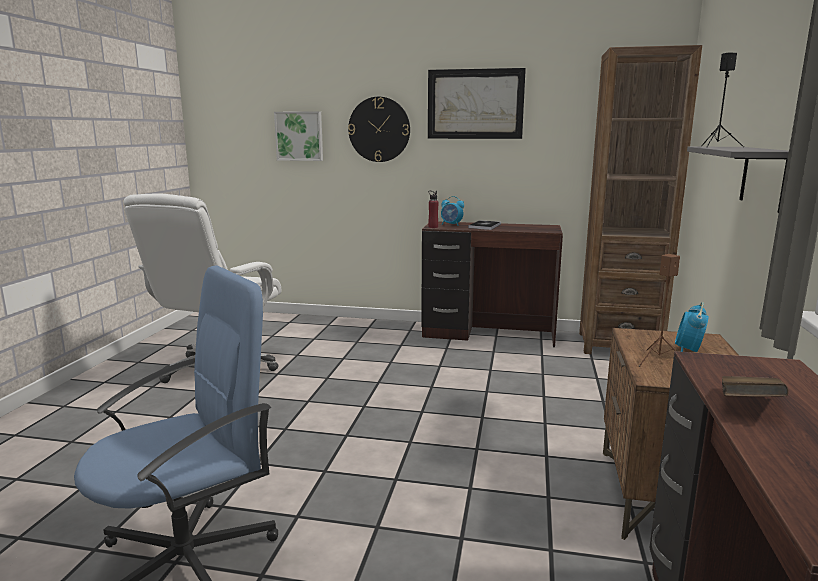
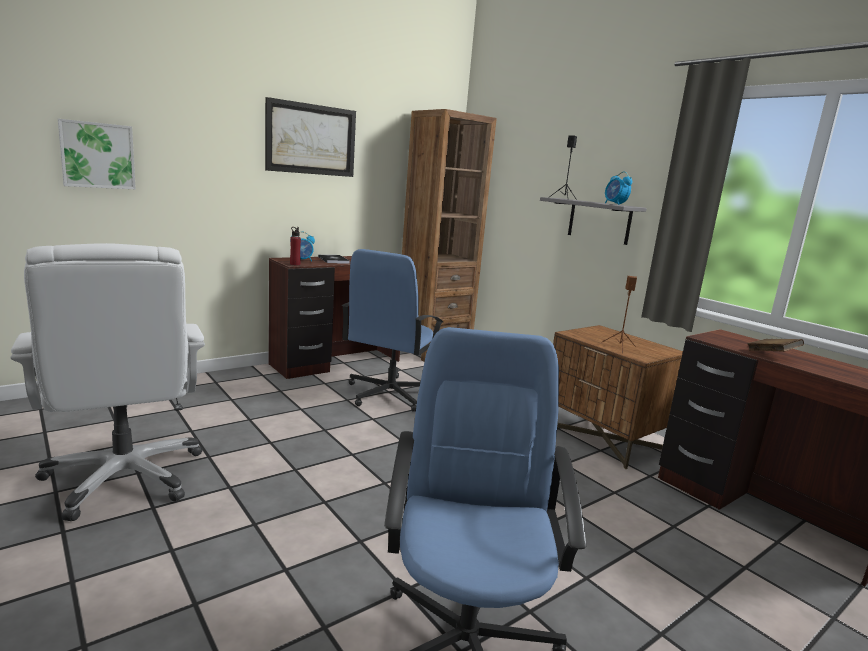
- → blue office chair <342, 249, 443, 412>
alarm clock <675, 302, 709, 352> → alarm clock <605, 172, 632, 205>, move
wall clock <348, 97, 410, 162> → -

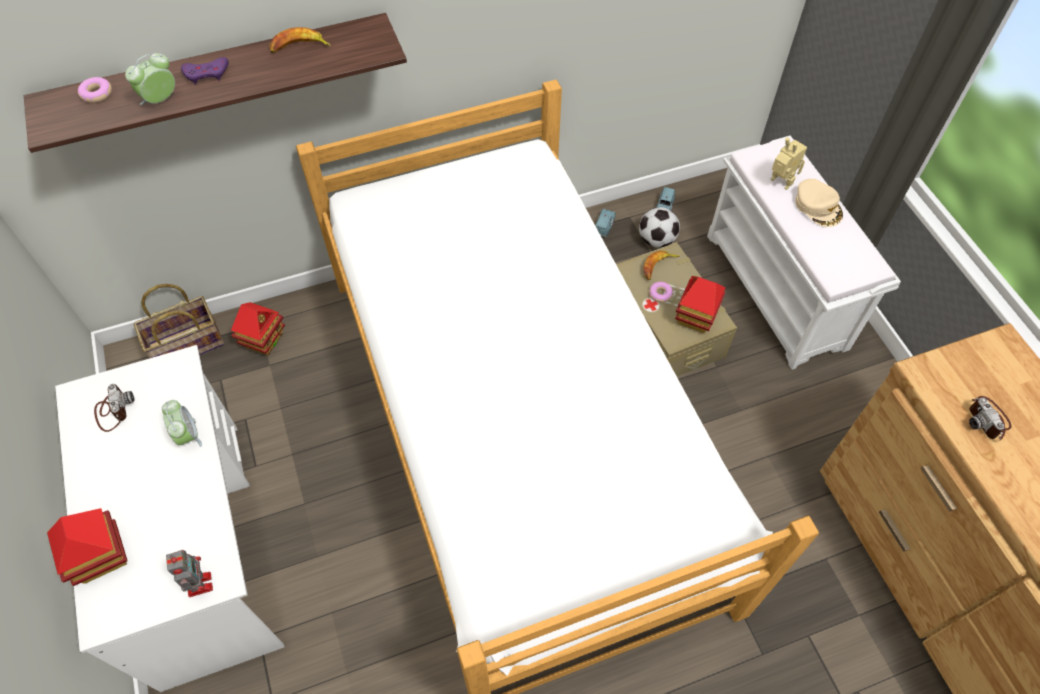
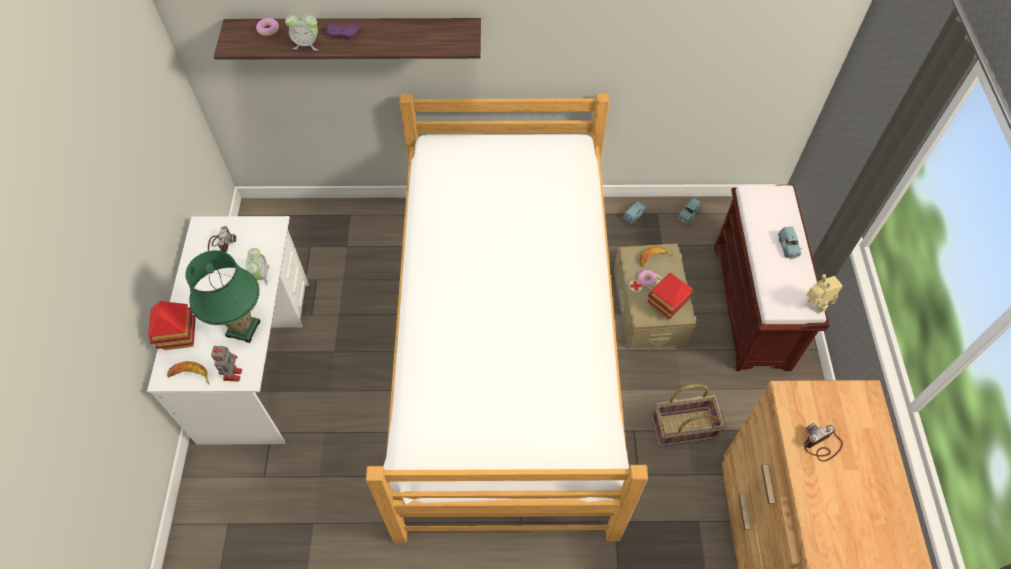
banana <270, 27, 331, 53> → banana <167, 361, 209, 385>, move
- → green table lamp <185, 250, 261, 343>
alarm clock <125, 53, 175, 105> → alarm clock <285, 11, 318, 51>, 150 degrees counterclockwise
basket <134, 284, 224, 358> → basket <652, 384, 725, 447>, move
white bench <707, 135, 901, 370> → brown bench <714, 185, 830, 371>
beige cap <795, 179, 843, 227> → blue toy car <778, 227, 802, 259>
photo camera <969, 396, 1011, 440> → photo camera <804, 423, 843, 462>, 60 degrees clockwise
toy robot <770, 137, 807, 190> → toy robot <807, 274, 843, 314>, move
toy house <231, 302, 285, 355> → -
football <639, 207, 680, 248> → -

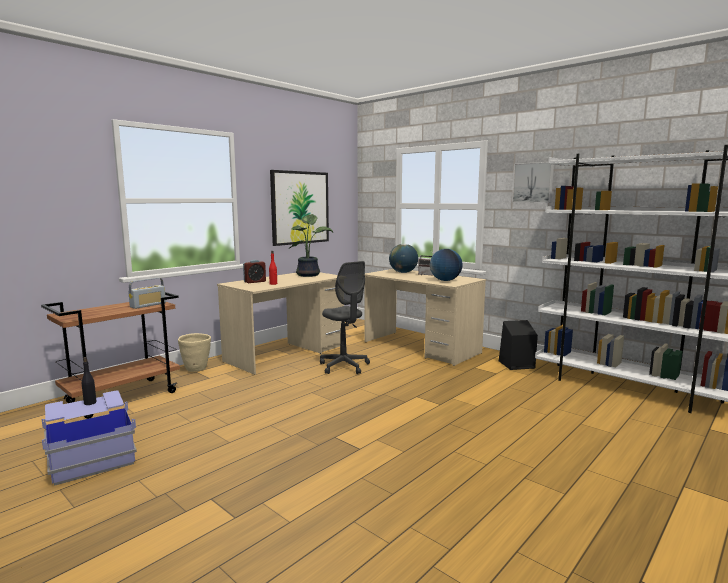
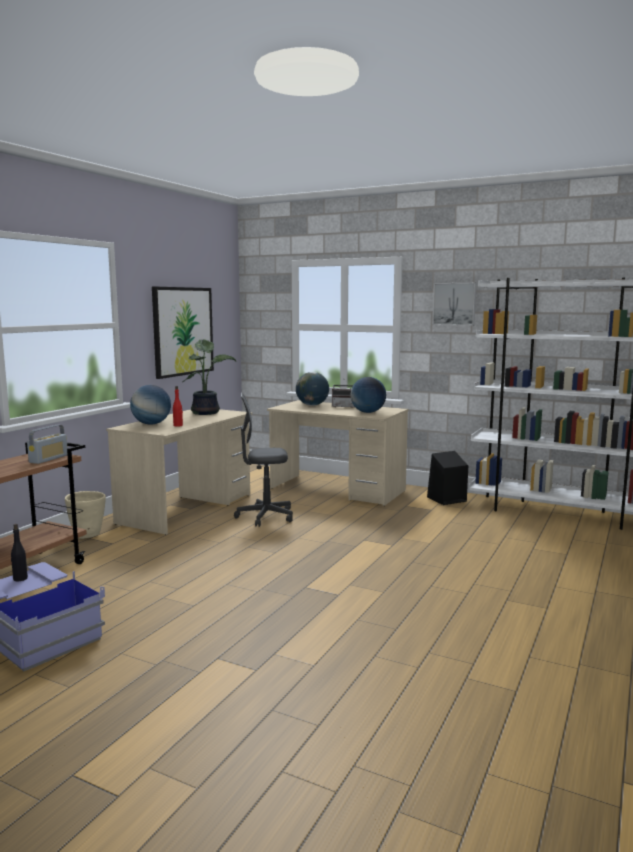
alarm clock <243, 260, 266, 283> → globe <130, 385, 171, 425>
grey office chair <320, 261, 370, 374> → grey office chair <234, 393, 293, 527>, 135 degrees clockwise

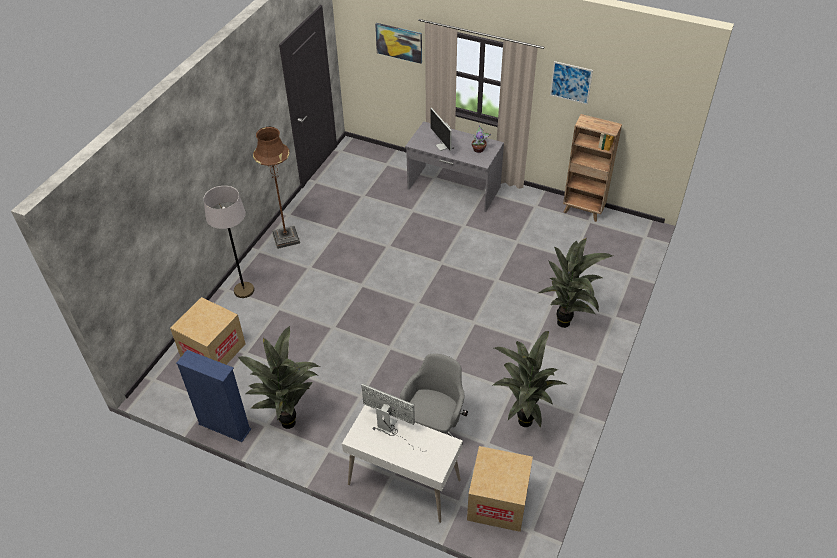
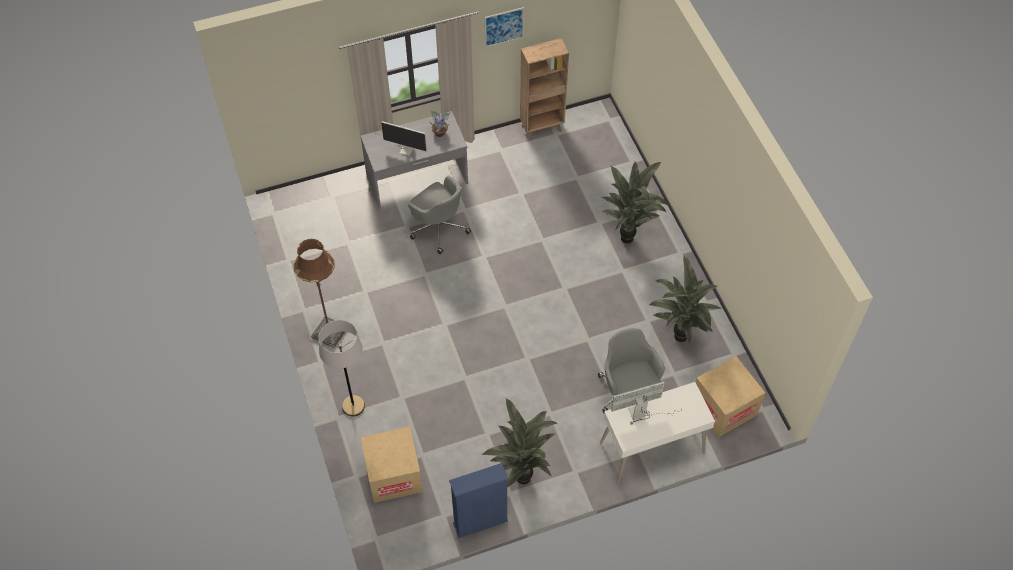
- → grey office chair <408, 175, 471, 254>
picture <375, 23, 422, 64> → -

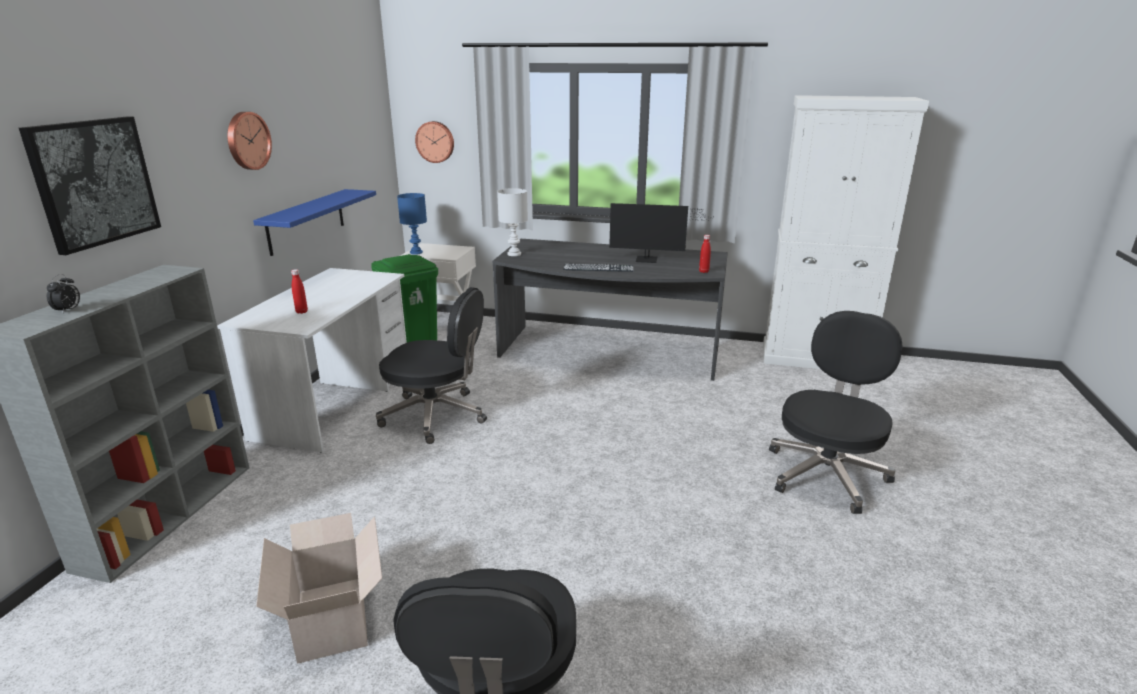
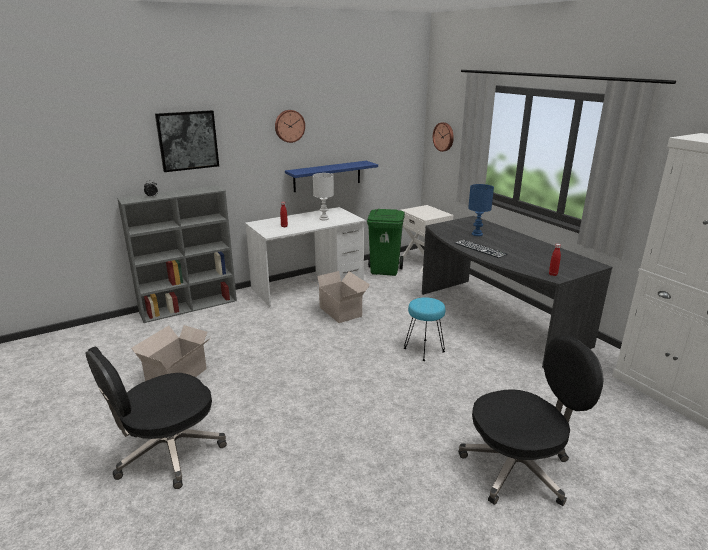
white table lamp <497, 188, 528, 256> → white table lamp <313, 173, 334, 220>, move
black office chair <376, 287, 487, 444> → cardboard box <314, 271, 370, 323>
- → turquoise stool <404, 297, 445, 361>
blue table lamp <397, 193, 427, 255> → blue table lamp <468, 184, 494, 236>, move
monitor <609, 203, 714, 263> → -

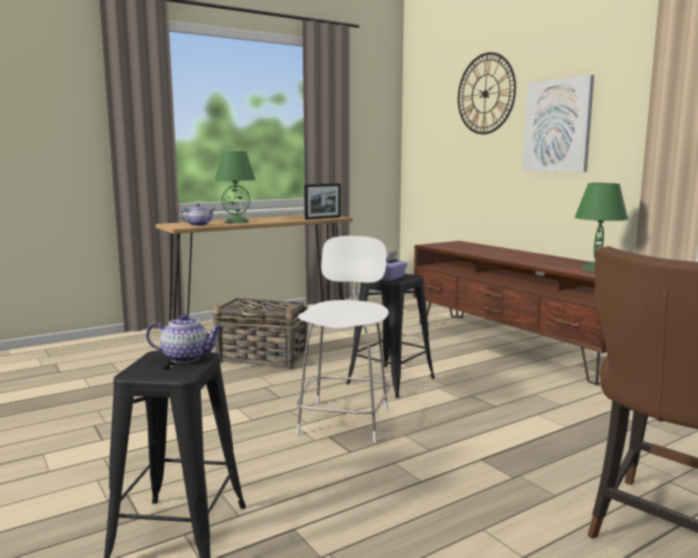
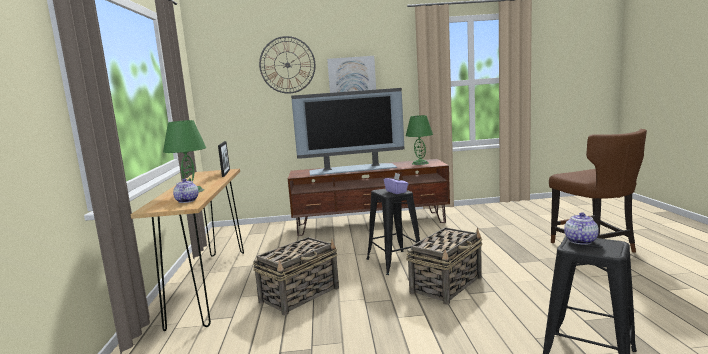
- → television <291, 88, 404, 176>
white chair <296, 236, 390, 442> → basket <406, 227, 482, 305>

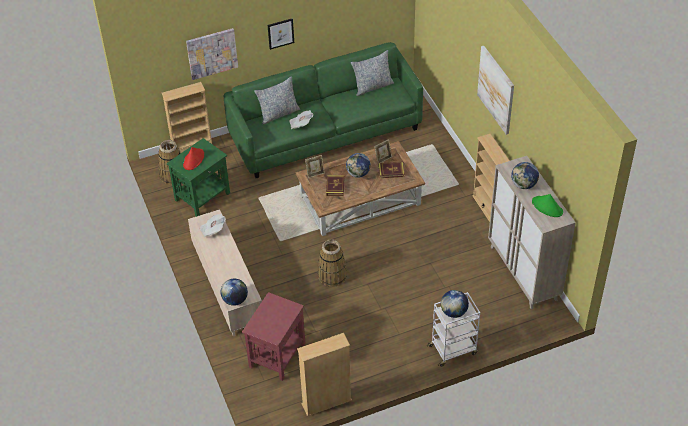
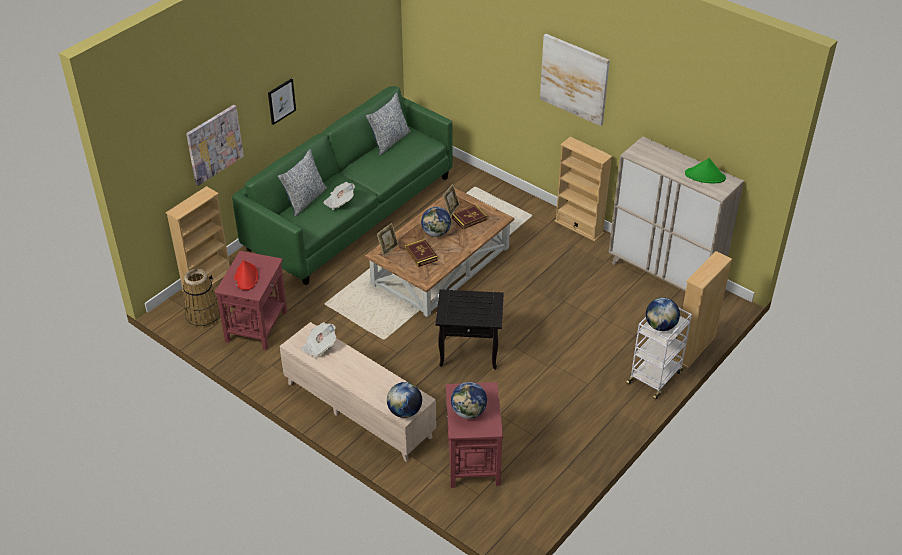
green side table <167, 138, 230, 217> → red side table <215, 251, 287, 350>
basket <318, 239, 347, 287> → black side table <436, 289, 504, 370>
globe <511, 162, 539, 189> → globe <451, 382, 487, 419>, move
beige bookcase <297, 333, 352, 416> → beige bookcase <673, 251, 732, 368>, move

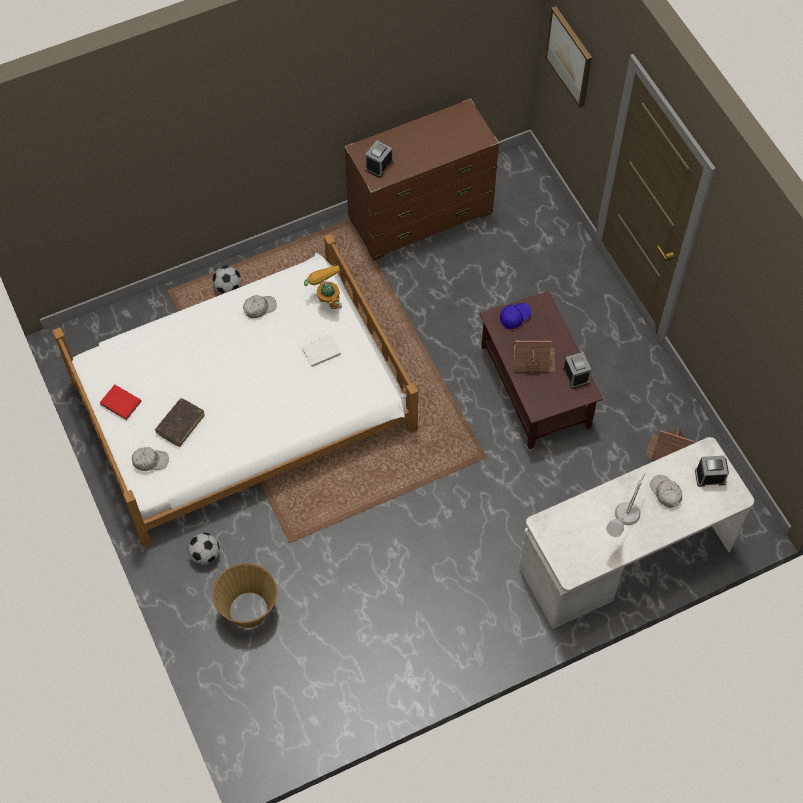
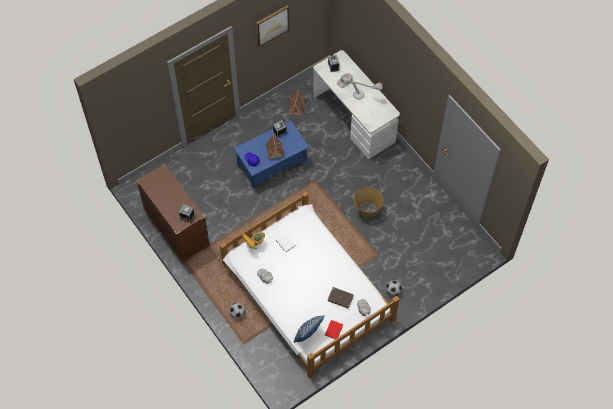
brown coffee table <480, 291, 603, 449> → blue coffee table <234, 120, 309, 190>
picture <545, 6, 592, 108> → picture <256, 6, 289, 47>, move
- → blue pillow <294, 315, 325, 343>
basket <213, 563, 277, 628> → basket <354, 187, 384, 218>, move

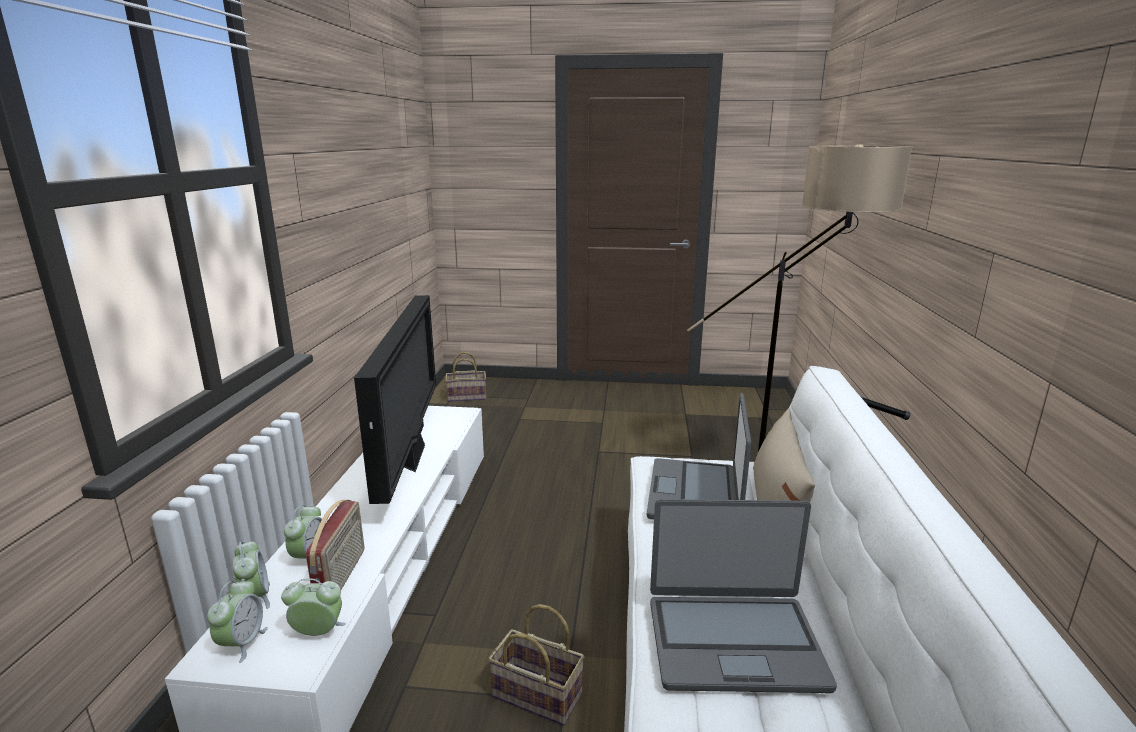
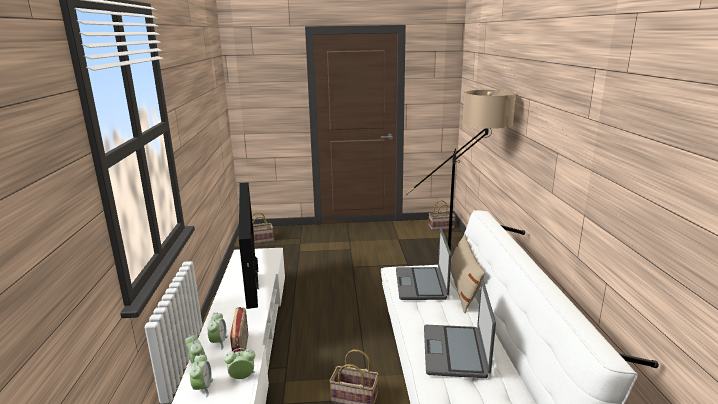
laptop <650, 499, 837, 693> → laptop <424, 280, 496, 378>, 105 degrees clockwise
- → basket <429, 200, 455, 230>

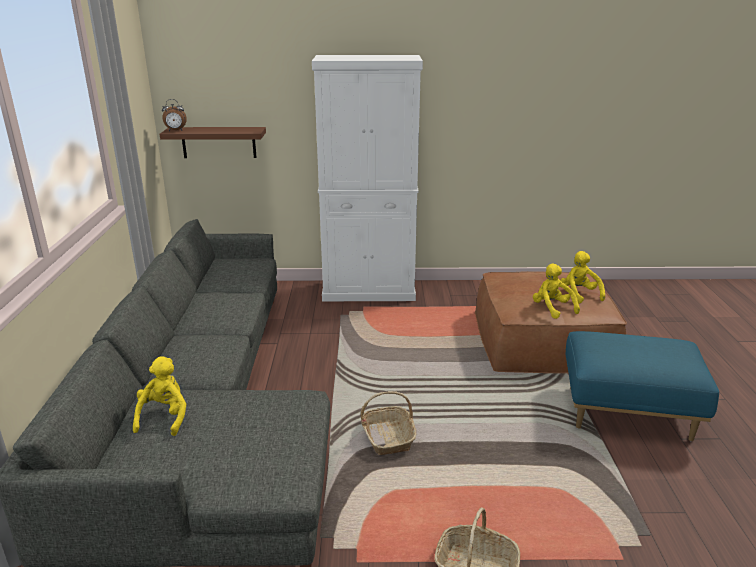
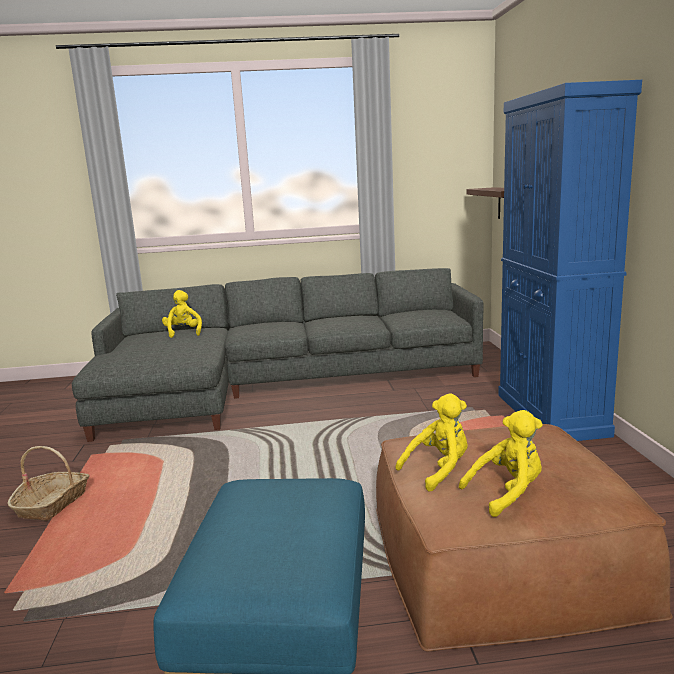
yellow plush toy <133, 356, 186, 436> → yellow plush toy <162, 290, 202, 338>, 105 degrees counterclockwise
white cabinet <312, 55, 423, 301> → blue cabinet <498, 80, 642, 441>
alarm clock <162, 99, 187, 131> → -
basket <360, 391, 416, 455> → -

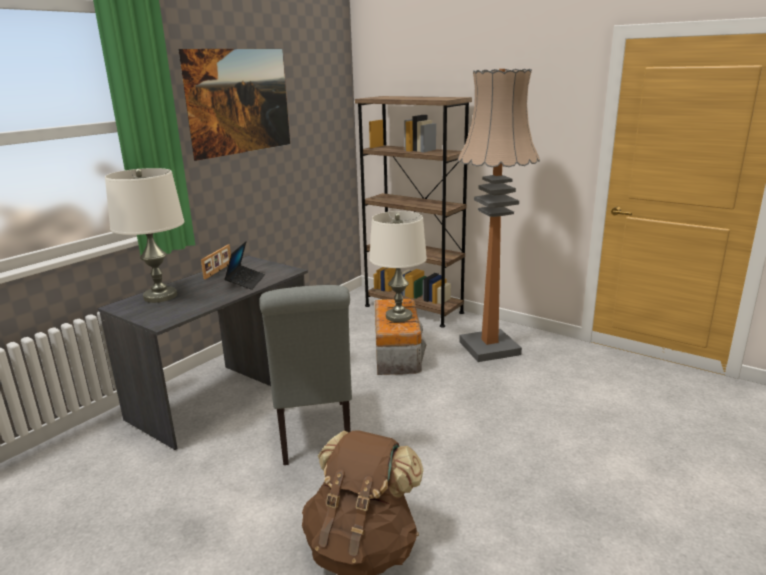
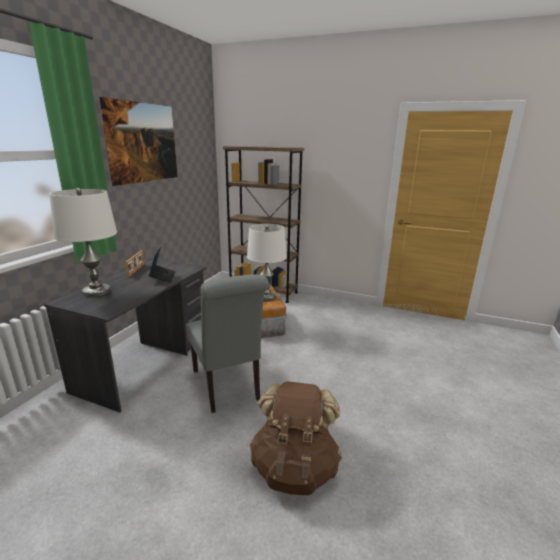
floor lamp <458, 69, 540, 362> → -

